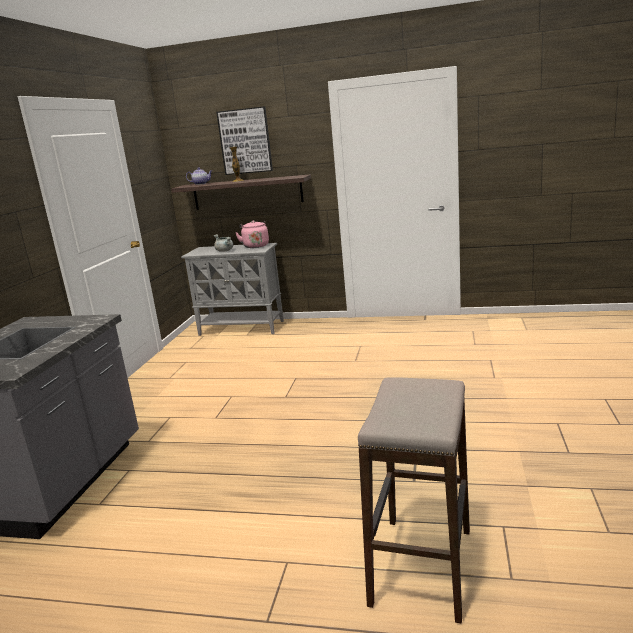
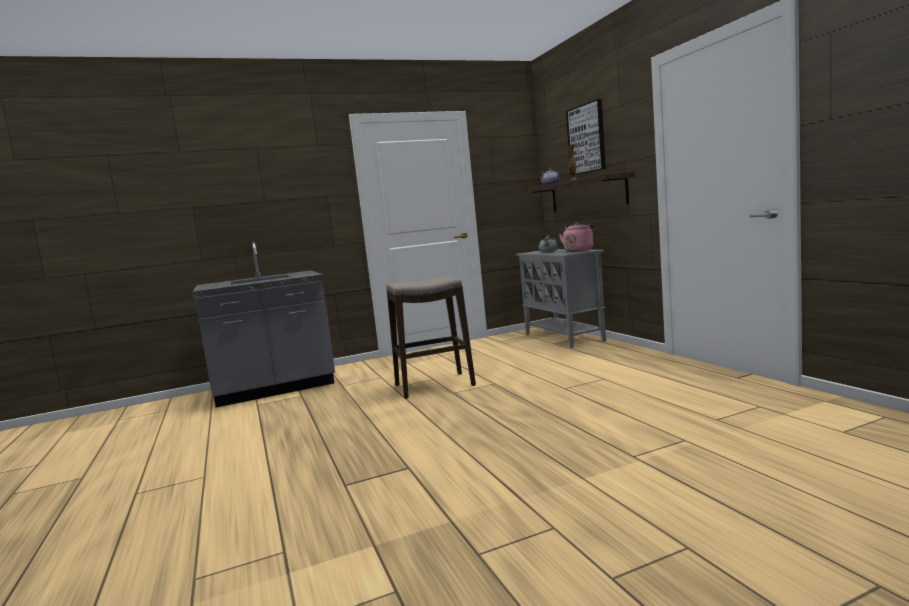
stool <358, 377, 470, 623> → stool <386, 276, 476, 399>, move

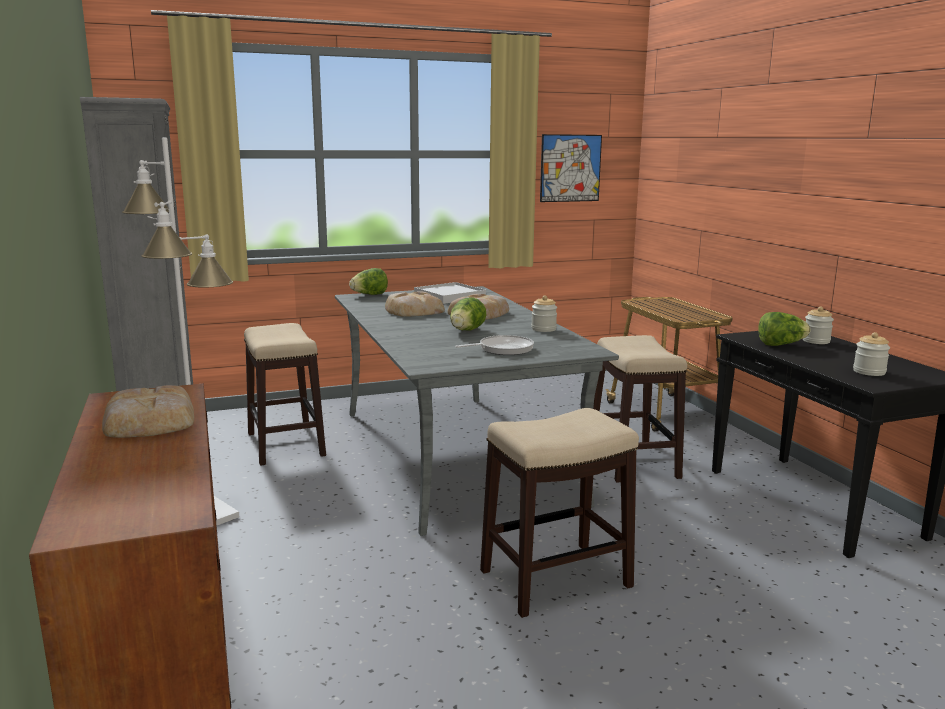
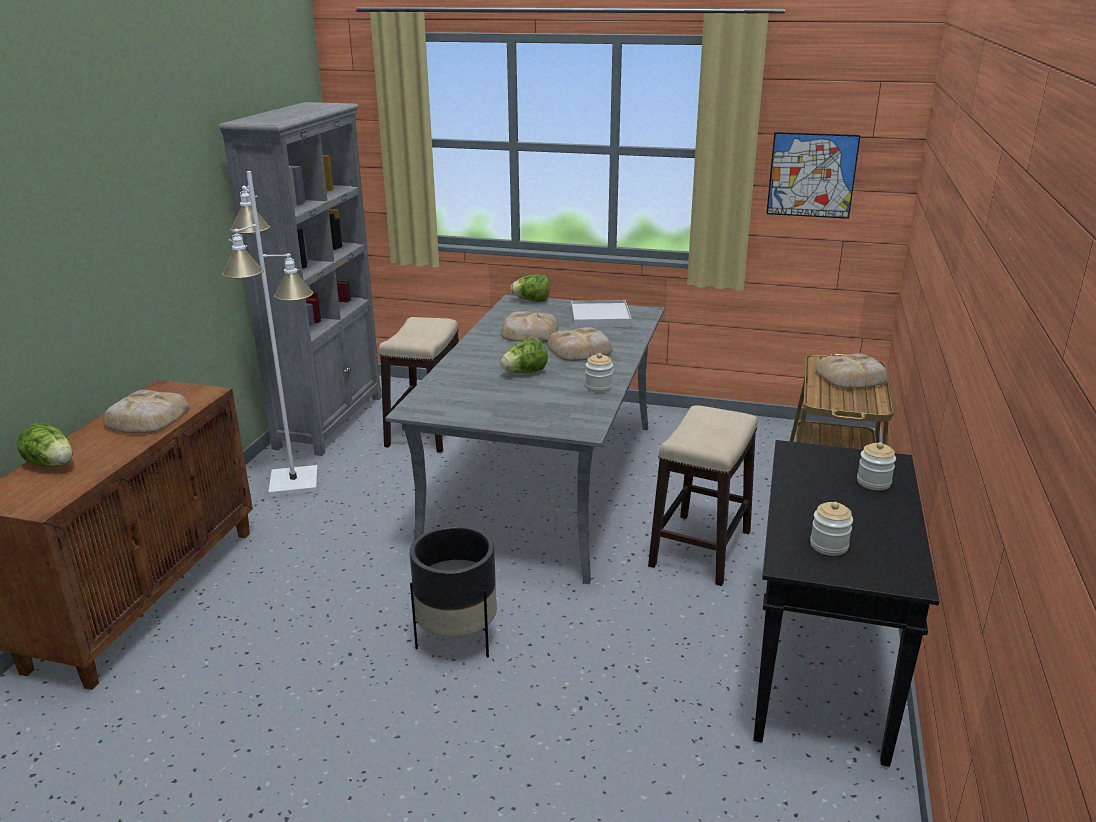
lettuce <758, 312, 810, 346> → lettuce <17, 423, 73, 467>, move
stool <480, 408, 639, 618> → black planter <410, 525, 497, 658>
- → bread <815, 353, 888, 388>
frying pan <455, 335, 534, 355> → -

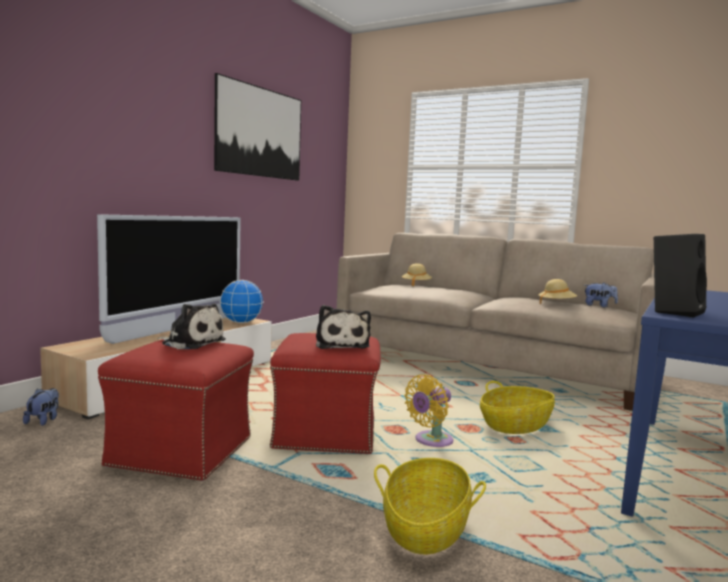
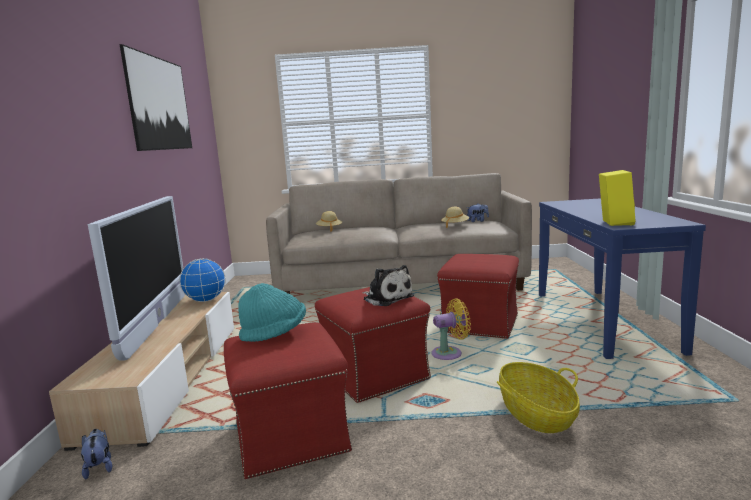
plush toy <157, 303, 226, 349> → turquoise hat <238, 283, 306, 342>
yellow fan <404, 374, 453, 447> → yellow fan <431, 298, 471, 360>, 120 degrees counterclockwise
basket <480, 381, 555, 434> → red ottoman <437, 254, 519, 339>
black speaker <654, 234, 707, 317> → yellow speaker <599, 170, 636, 226>

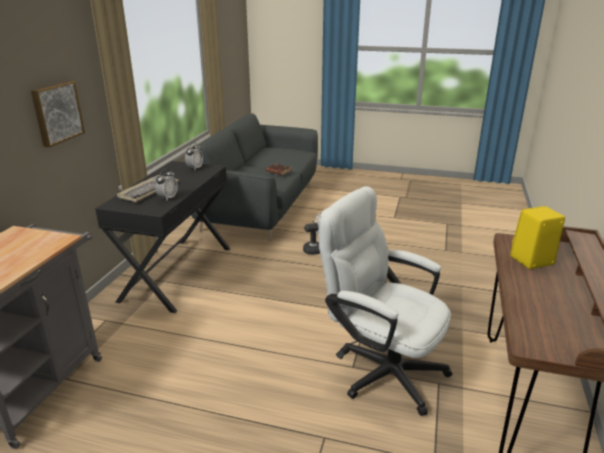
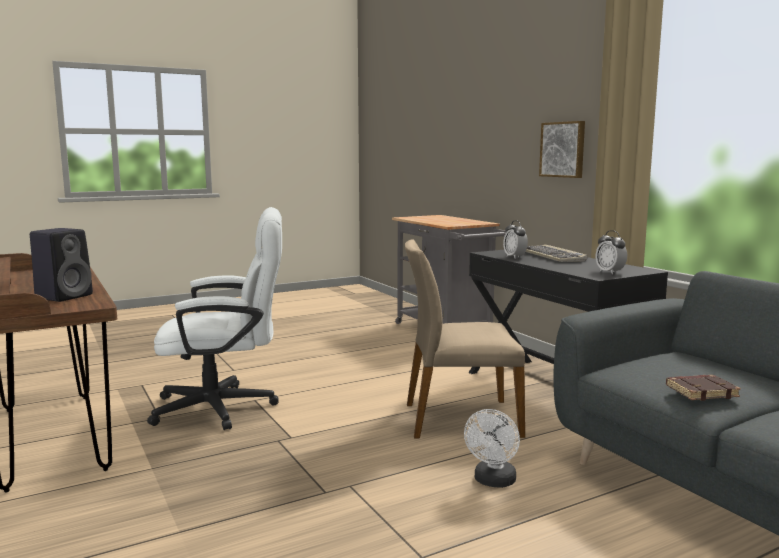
yellow speaker <510, 206, 565, 269> → black speaker <30, 228, 93, 302>
- → beige chair <405, 239, 525, 439>

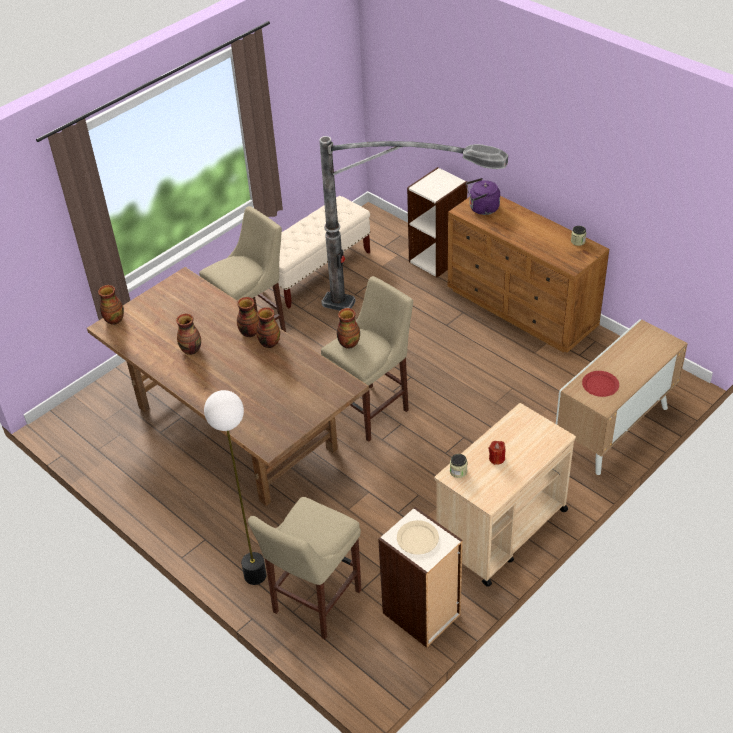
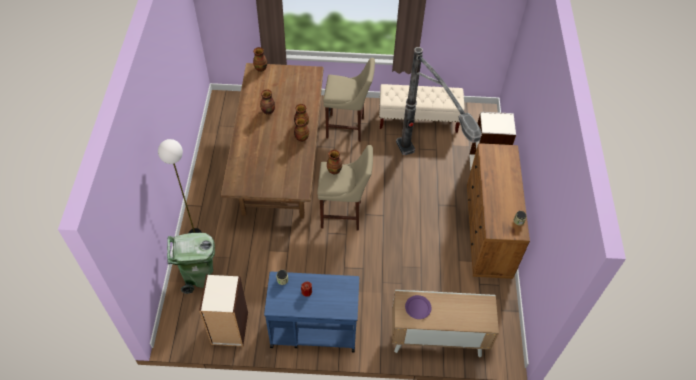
beige stool <248, 497, 361, 639> → green trash can <167, 233, 215, 294>
beige cart <435, 403, 576, 587> → blue cart <264, 272, 359, 353>
red plate <582, 371, 619, 397> → purple plate <405, 295, 431, 319>
beige plate <397, 520, 439, 555> → -
purple kettle <466, 178, 500, 215> → -

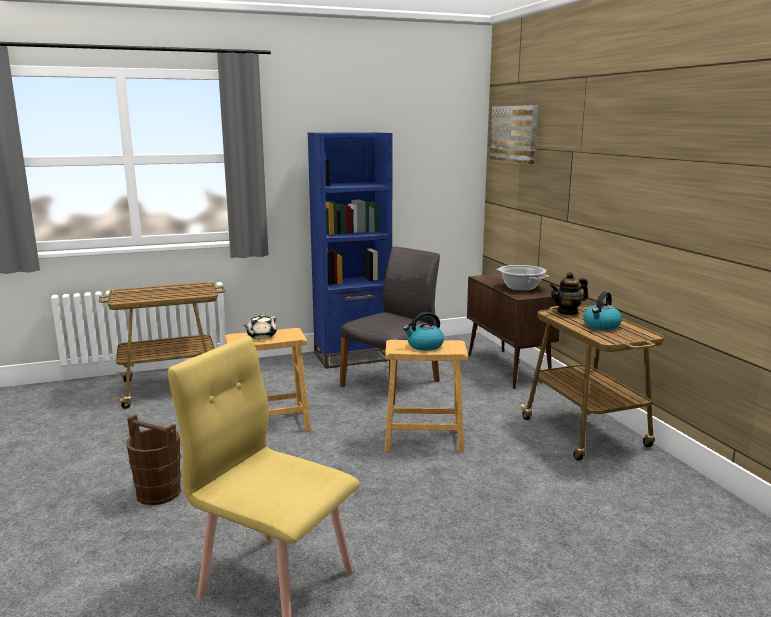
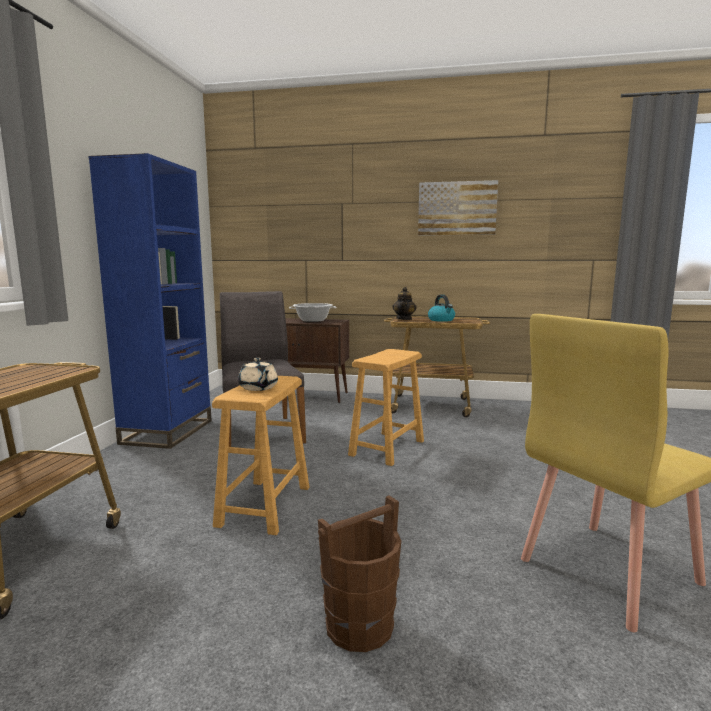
picture <490, 105, 538, 164> → picture <418, 180, 498, 236>, move
kettle <403, 312, 444, 351> → -

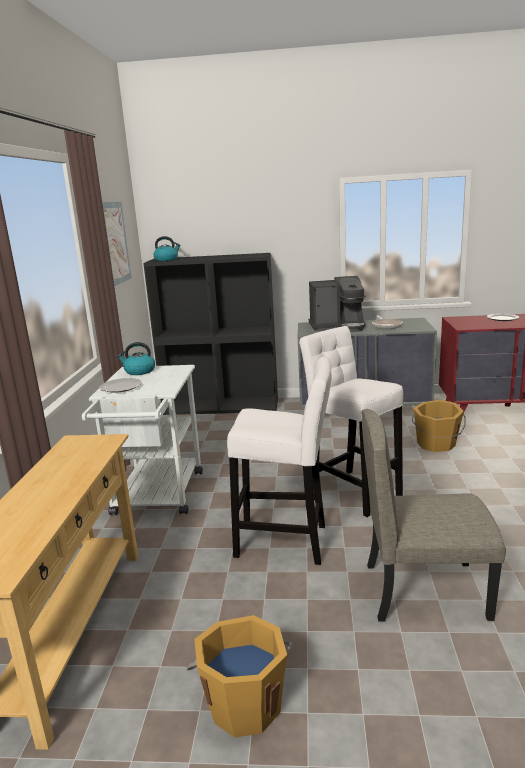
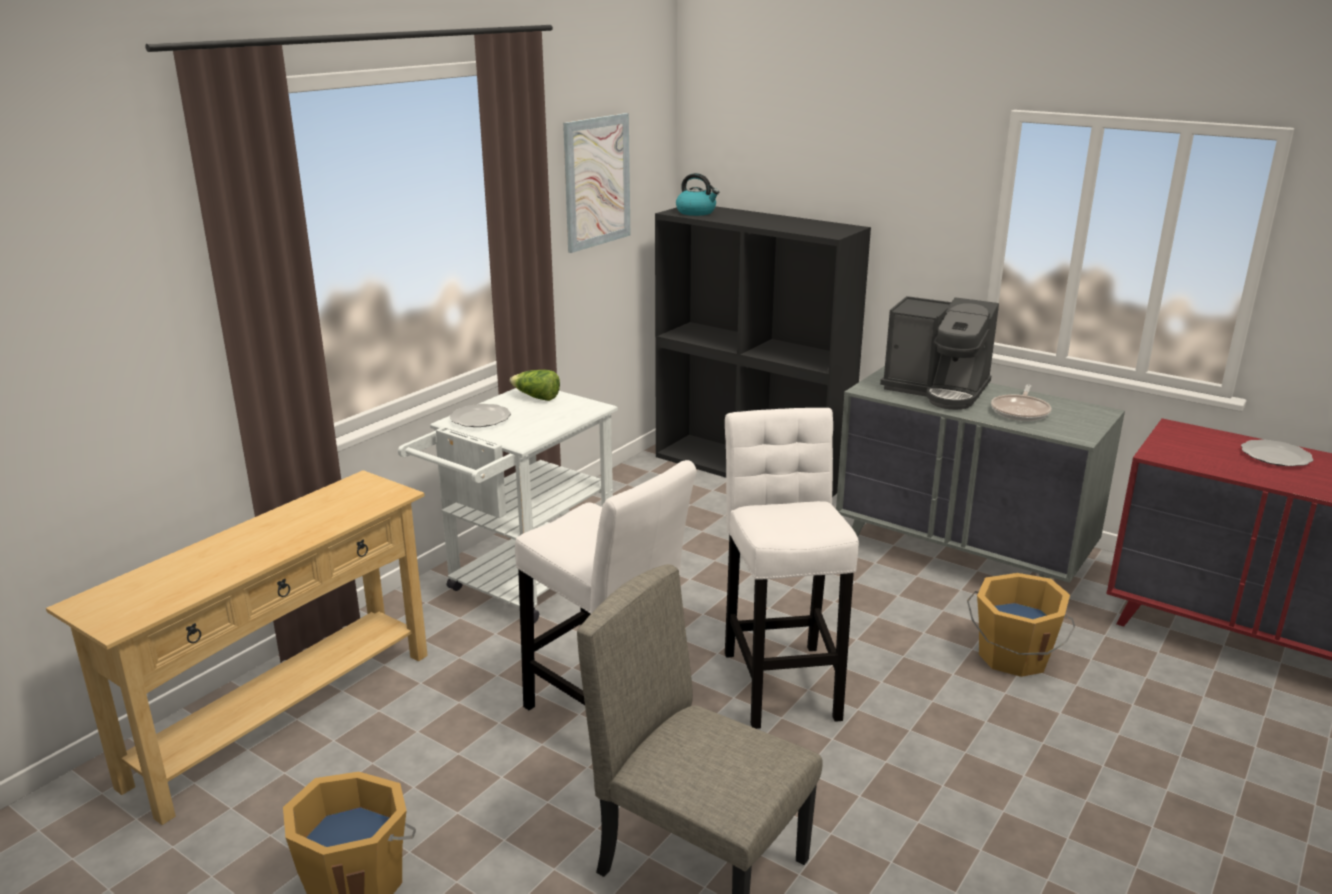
kettle <117, 342, 155, 375> → lettuce <510, 370, 560, 401>

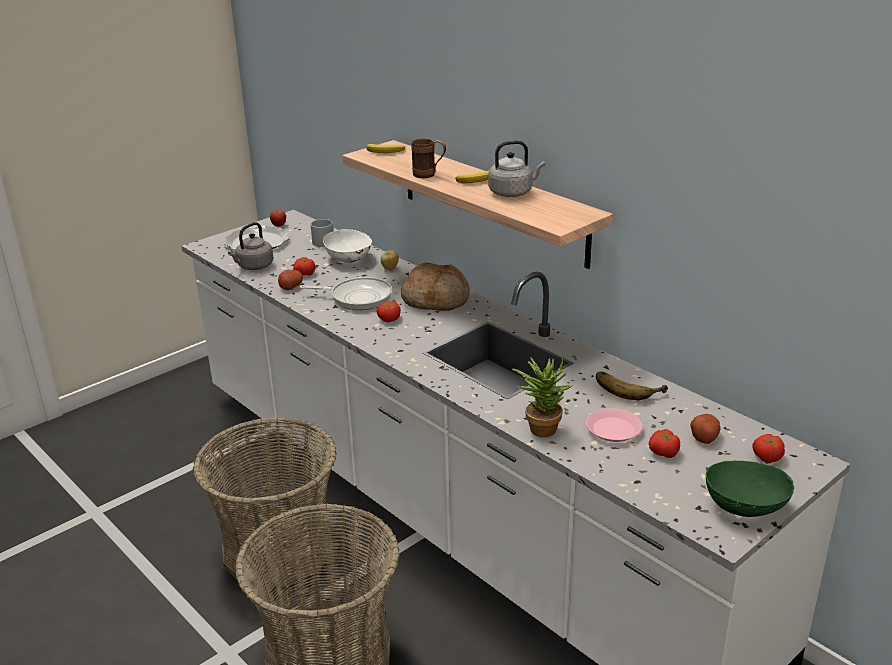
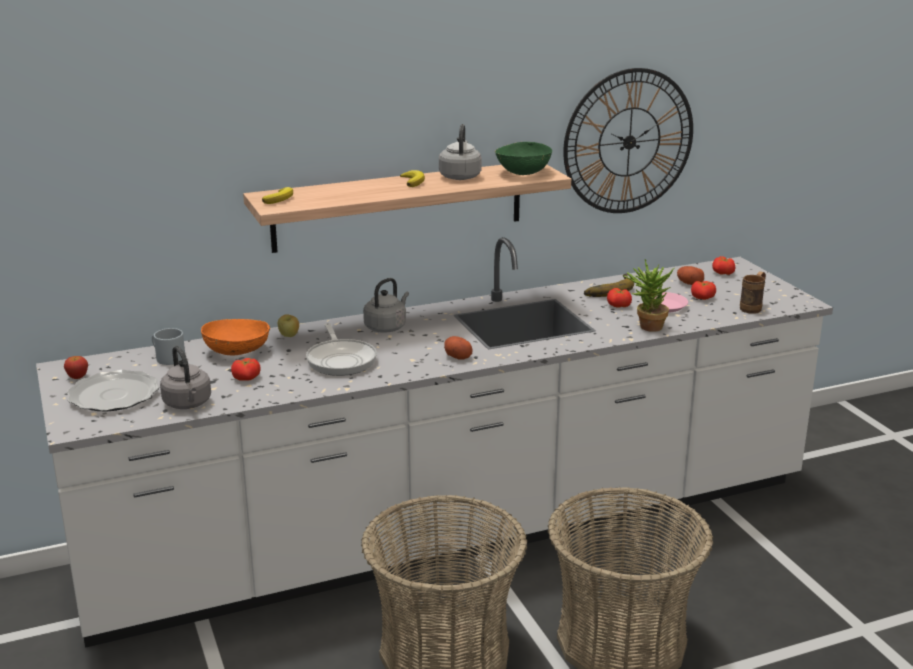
white bowl <323, 229, 372, 263> → orange bowl <201, 319, 270, 355>
frying pan <300, 277, 392, 310> → frying pan <306, 323, 377, 376>, 135 degrees clockwise
bread <401, 262, 469, 311> → grey kettle <363, 278, 409, 333>
potato <278, 270, 303, 290> → potato <444, 336, 472, 359>, move
green bowl <706, 460, 794, 517> → green bowl <495, 142, 552, 175>, move
- → wall clock <563, 68, 693, 213>
tomato <377, 301, 401, 322> → tomato <607, 288, 632, 308>, move
brown mug <411, 138, 446, 178> → brown mug <740, 271, 766, 314>, move

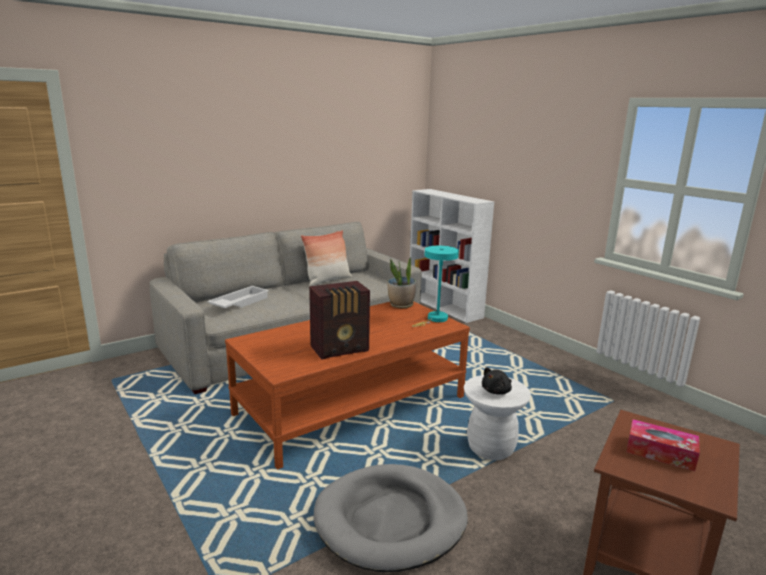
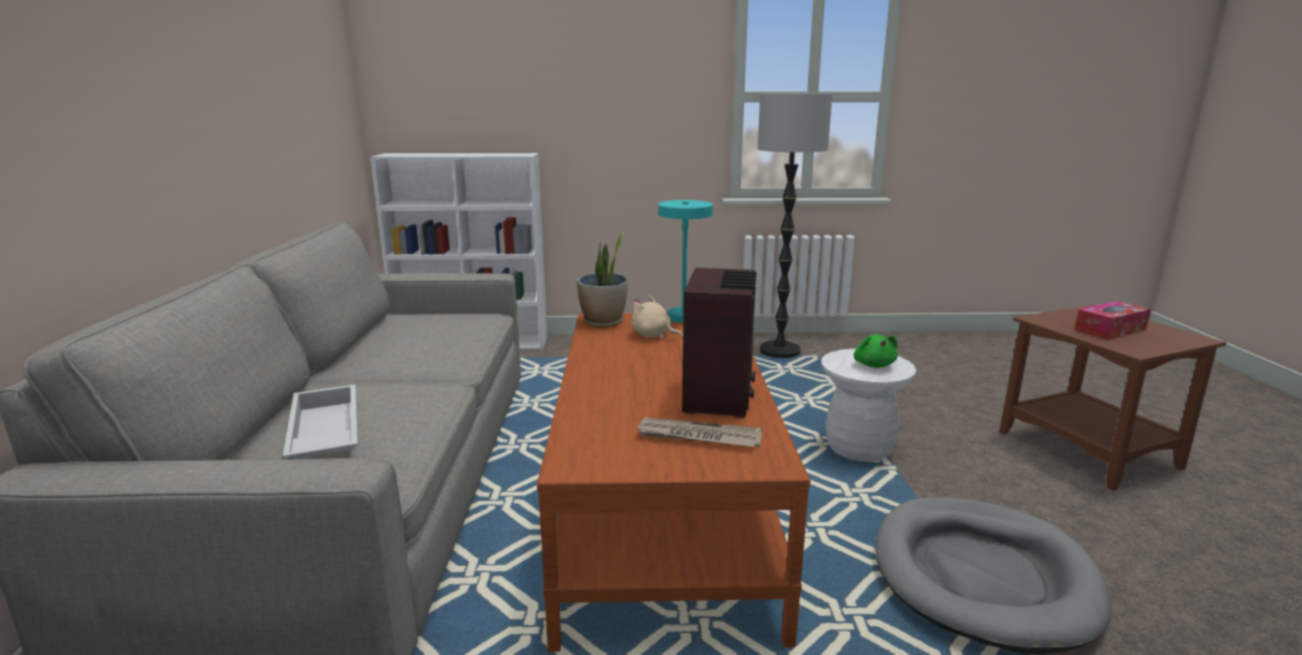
- → beige plush toy <631, 296, 683, 339>
- → newspaper <635, 418, 762, 447>
- → floor lamp <758, 93, 832, 358>
black plush toy <482, 367, 512, 395> → green plush toy <854, 334, 898, 368>
pillow <301, 230, 352, 286> → -

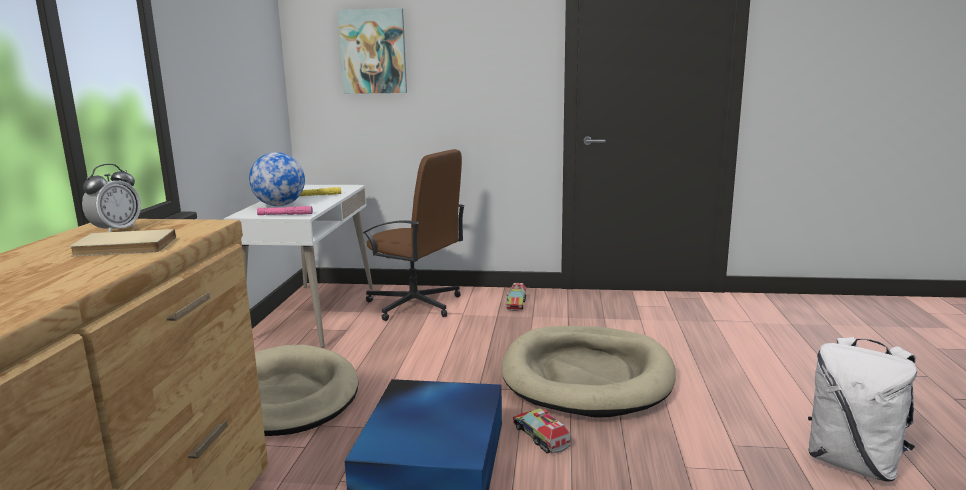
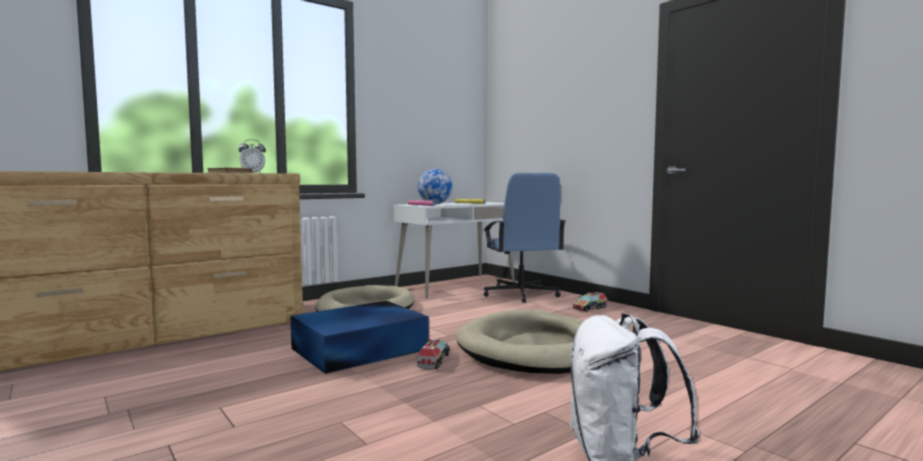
brown office chair <363, 149, 465, 321> → blue office chair <484, 173, 565, 303>
picture <338, 8, 407, 94> → -

